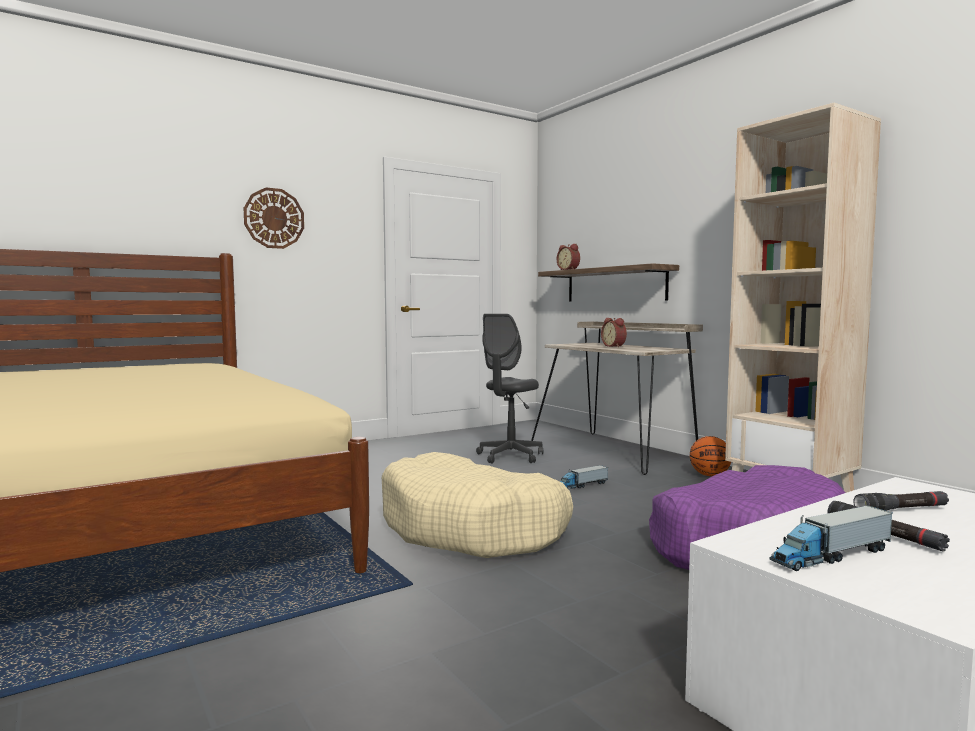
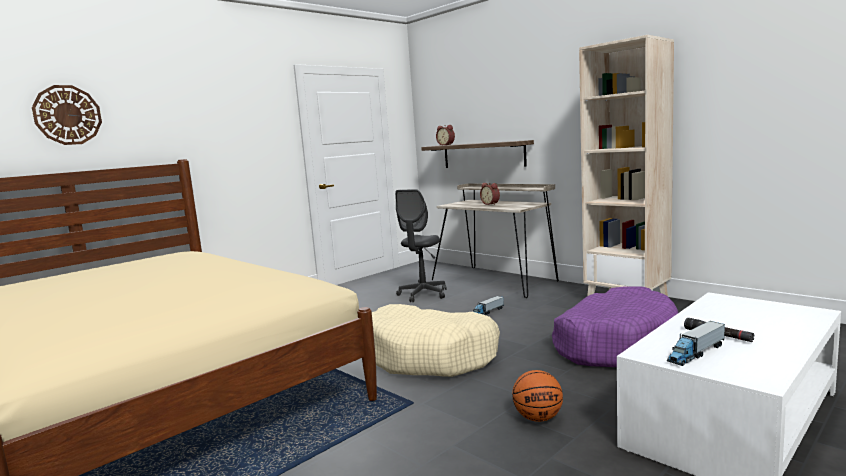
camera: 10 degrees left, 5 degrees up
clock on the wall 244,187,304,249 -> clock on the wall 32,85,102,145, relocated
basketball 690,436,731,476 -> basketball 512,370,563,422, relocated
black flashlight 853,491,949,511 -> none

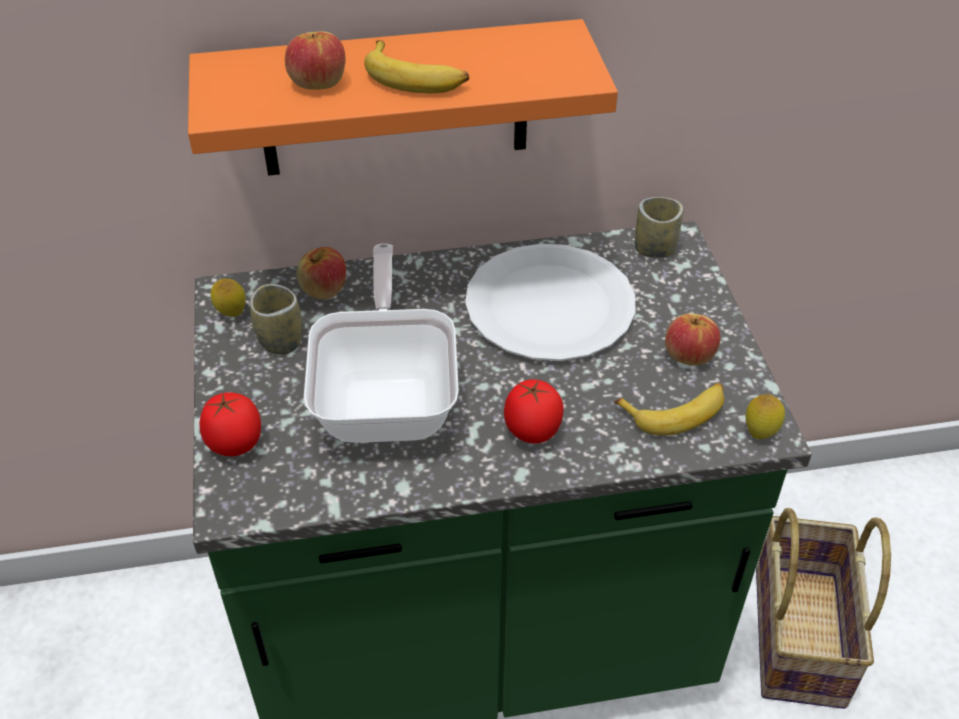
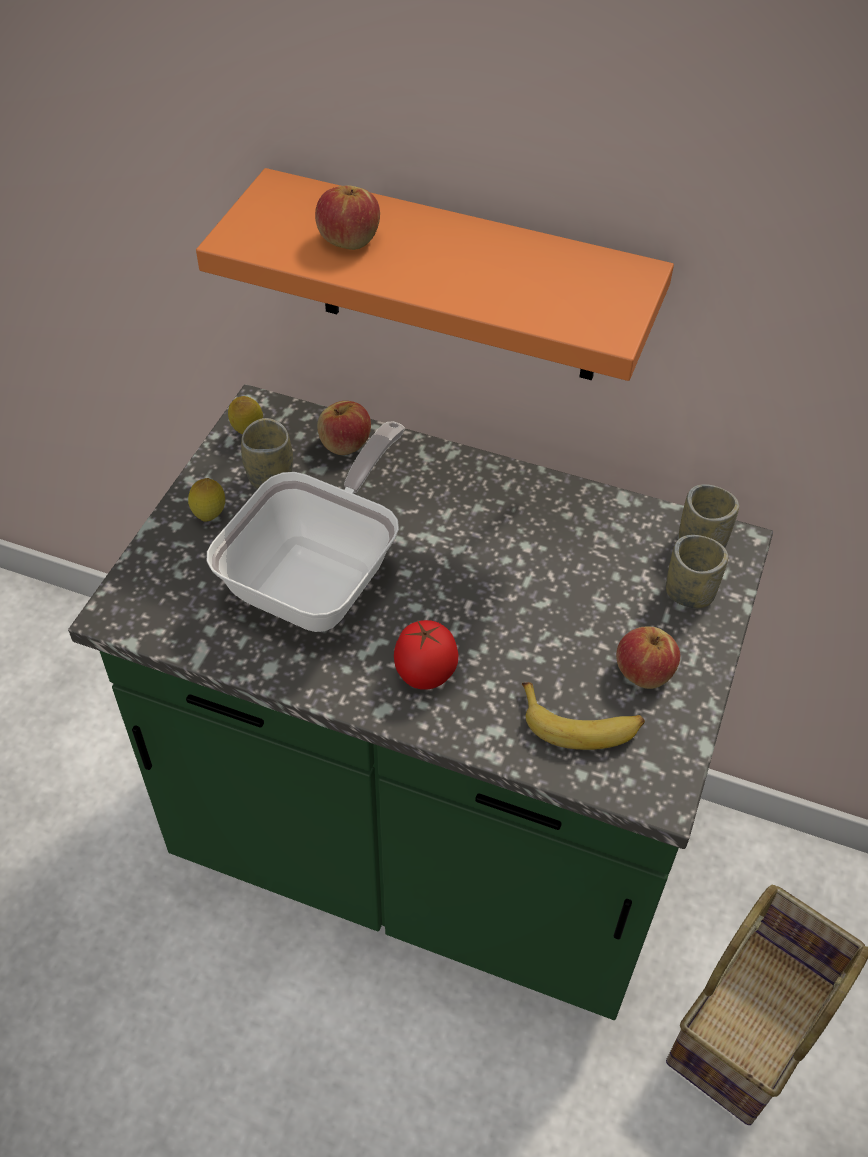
camera: 30 degrees right, 5 degrees up
whole lemon 746,394,785,439 -> whole lemon 188,478,225,522, relocated
none -> cup 666,535,728,608
whole tomato 199,392,261,456 -> none
banana fruit 364,40,469,93 -> none
whitish plate 465,244,635,361 -> none

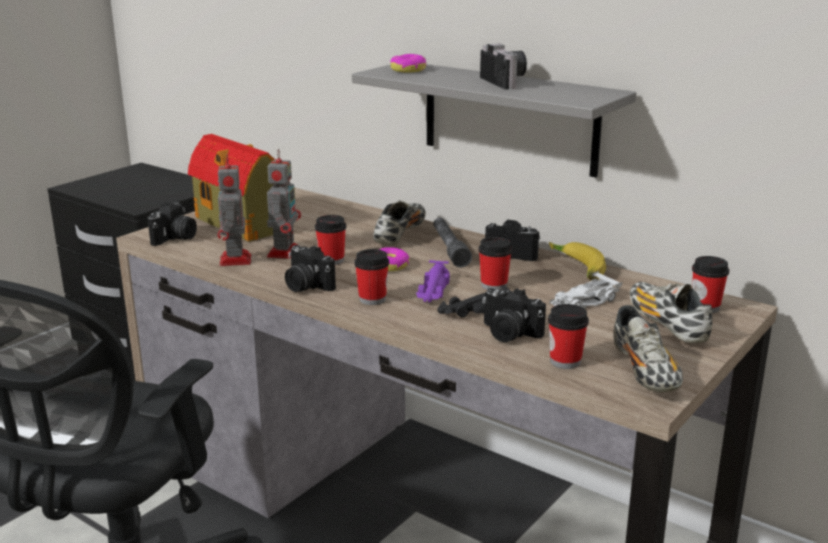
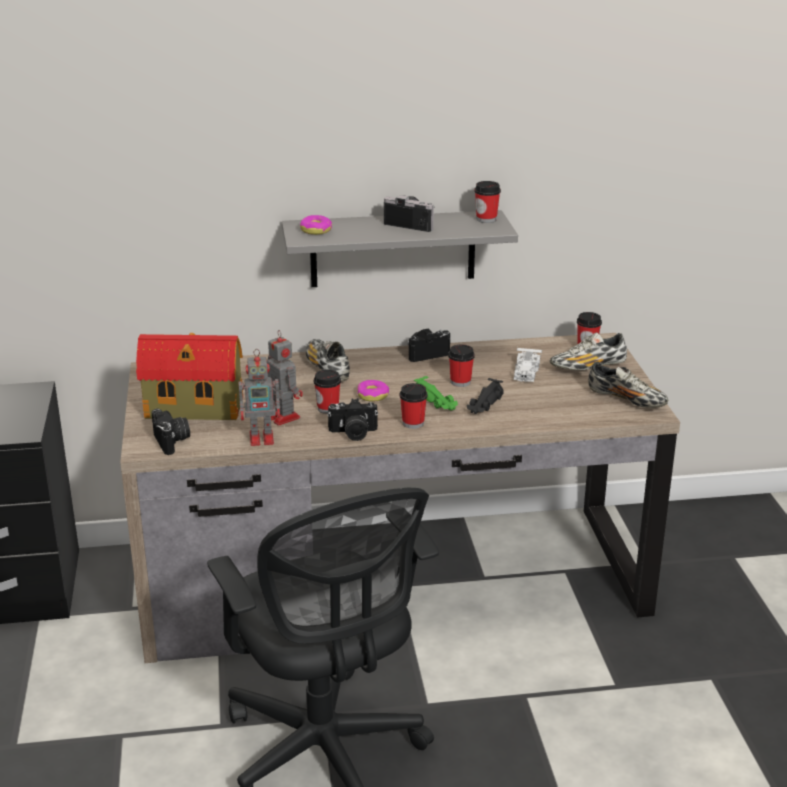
camera: 45 degrees left, 5 degrees up
toy robot 218,155,251,266 -> toy robot 238,349,283,446, 45 degrees counterclockwise
purple-coloured toy car 416,260,450,302 -> green-coloured toy car 414,376,458,410
cup 548,304,589,369 -> cup 474,181,501,223, relocated
item of footwear 630,282,712,343 -> item of footwear 550,333,627,370, 45 degrees counterclockwise
grey flashlight 434,218,472,267 -> none
photo camera 482,288,546,342 -> none
banana fruit 549,242,606,280 -> none

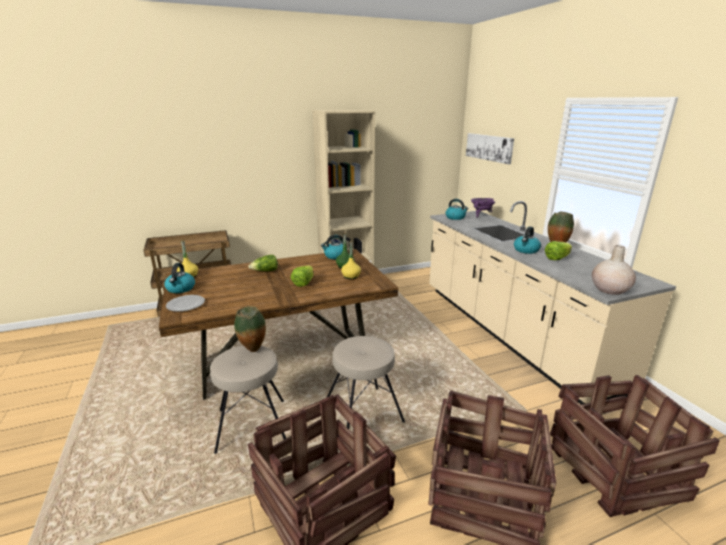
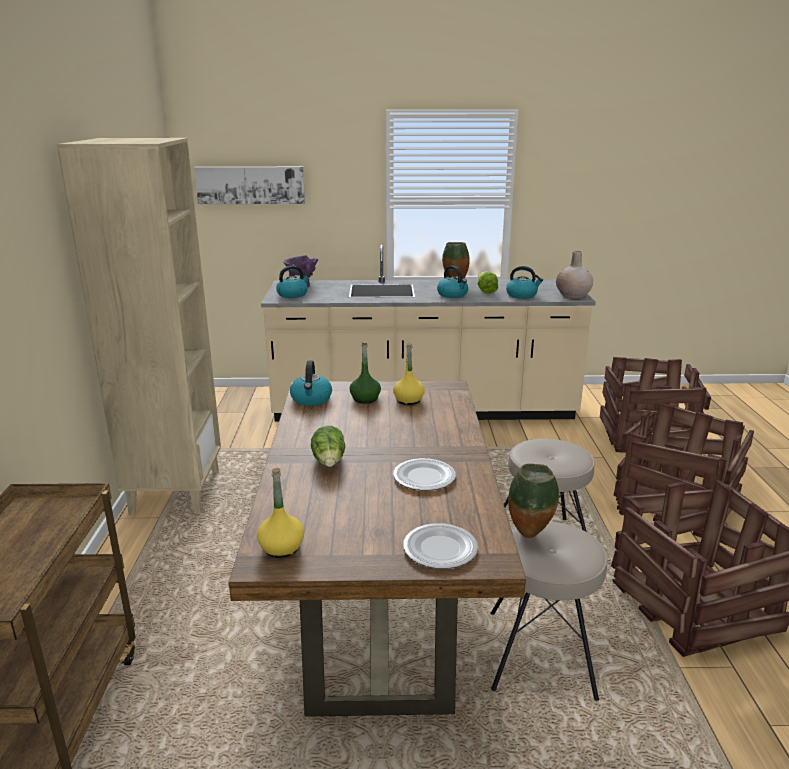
camera: 70 degrees left, 0 degrees up
none -> plate 393,458,456,491
water kettle 164,263,195,293 -> water kettle 506,266,543,299, relocated
head of lettuce 291,265,313,287 -> none

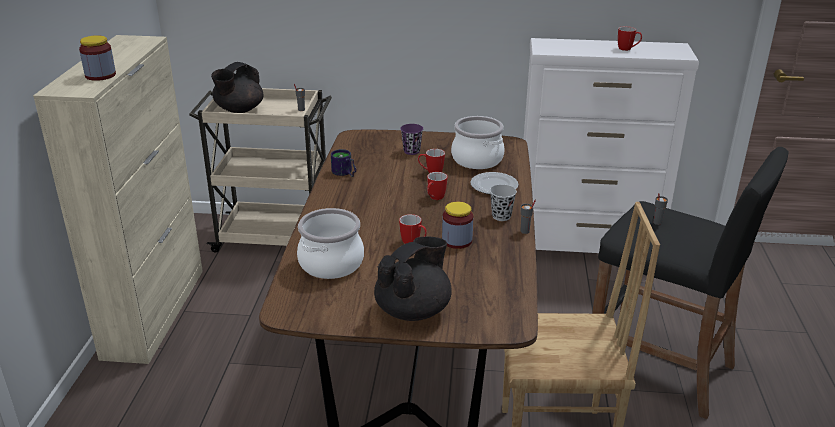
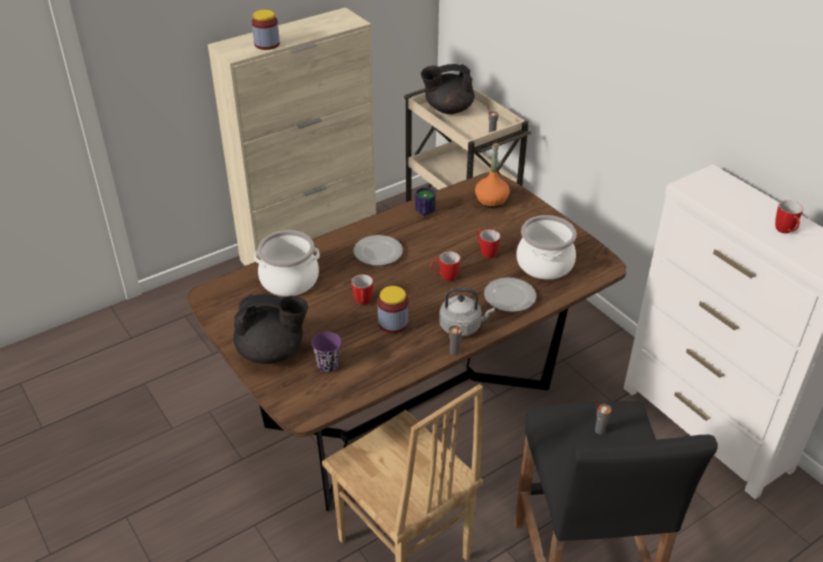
camera: 50 degrees right, 10 degrees up
purple-coloured cup 400,124,423,155 -> purple-coloured cup 312,332,341,373, relocated
none -> plate 353,235,403,266
black cup 490,185,517,221 -> grey water kettle 439,288,495,337
none -> orange-coloured beverage bottle 475,143,510,208

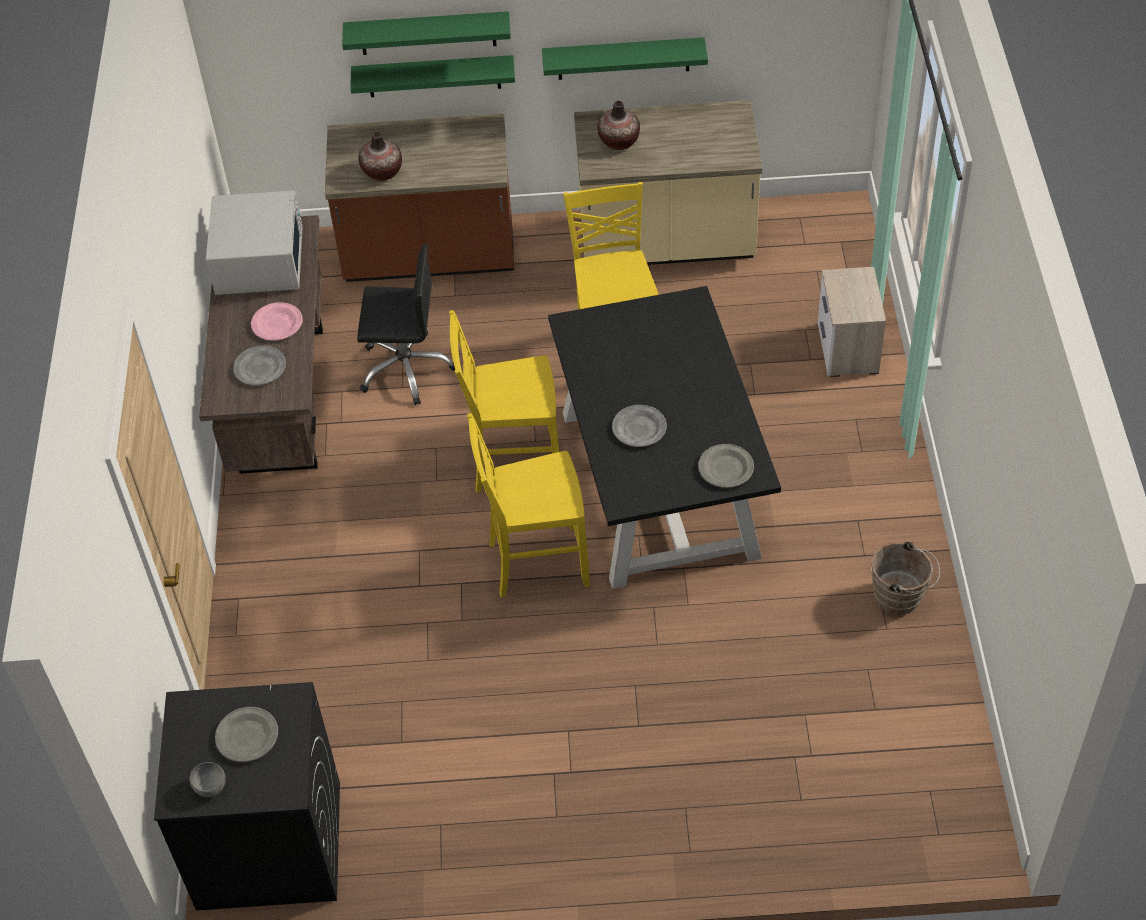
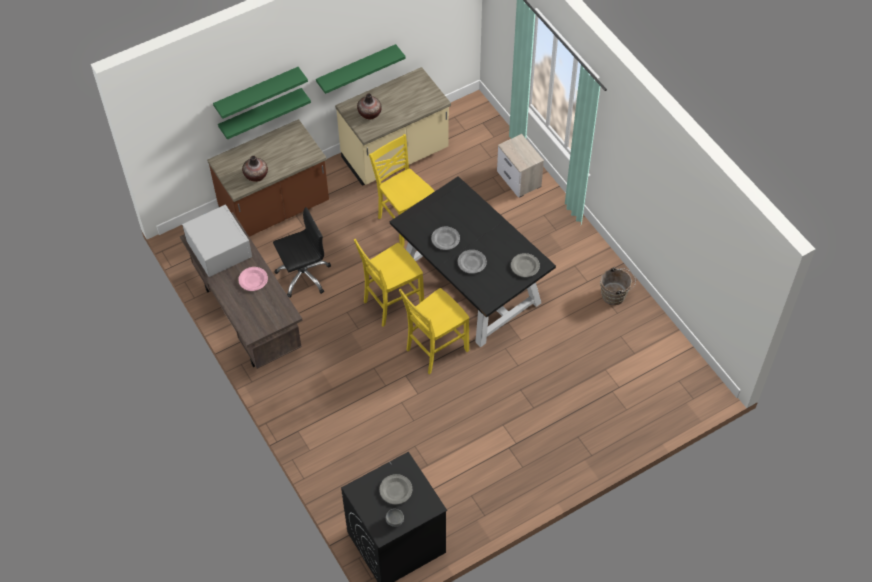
camera: 30 degrees left, 5 degrees up
grey plate 233,346,286,385 -> grey plate 431,227,460,250, relocated

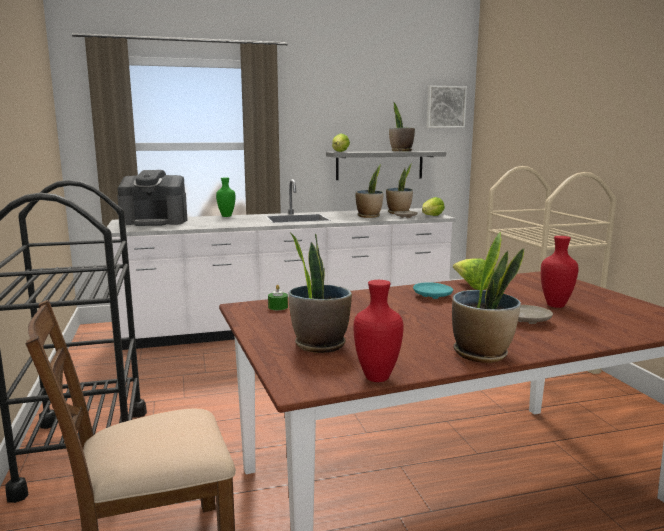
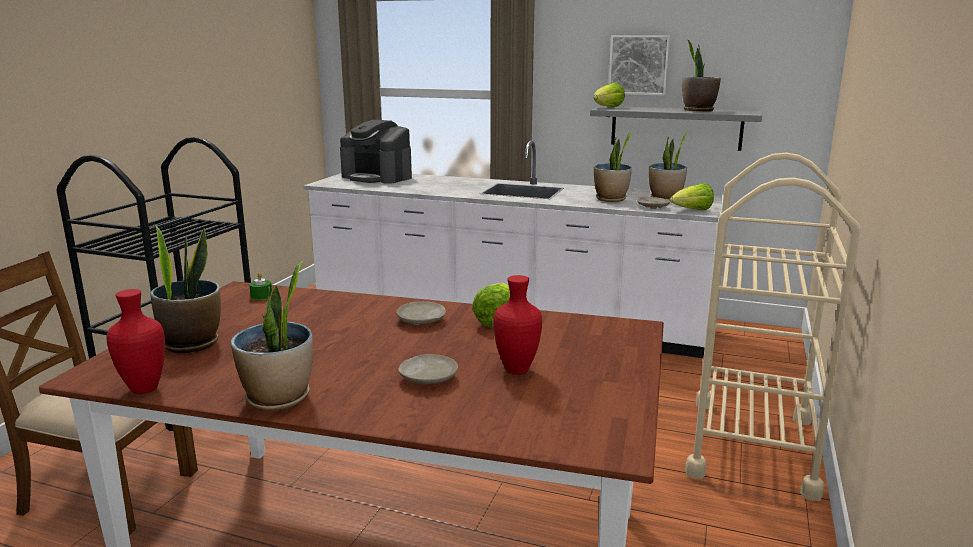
camera: 35 degrees right, 5 degrees up
turquoise-coloured plate 413,282,453,299 -> sand-coloured plate 396,301,446,325
picture 427,85,467,128 -> picture 609,35,670,96, relocated
green-coloured decorative vase 216,177,236,217 -> none

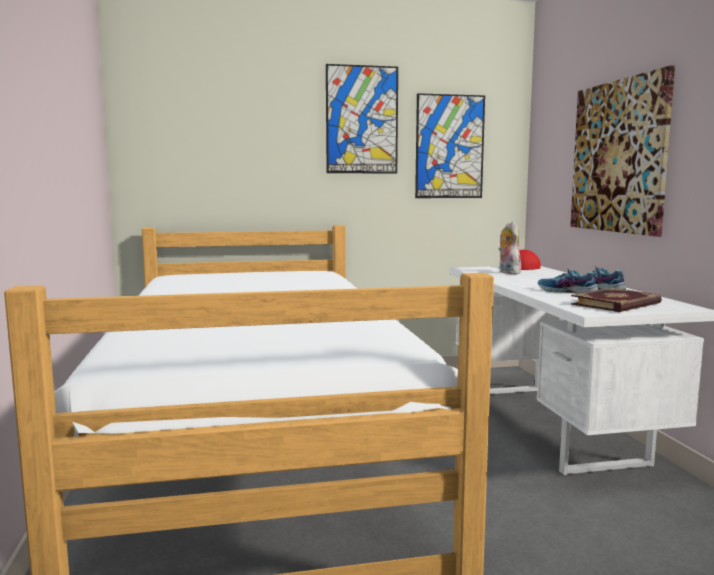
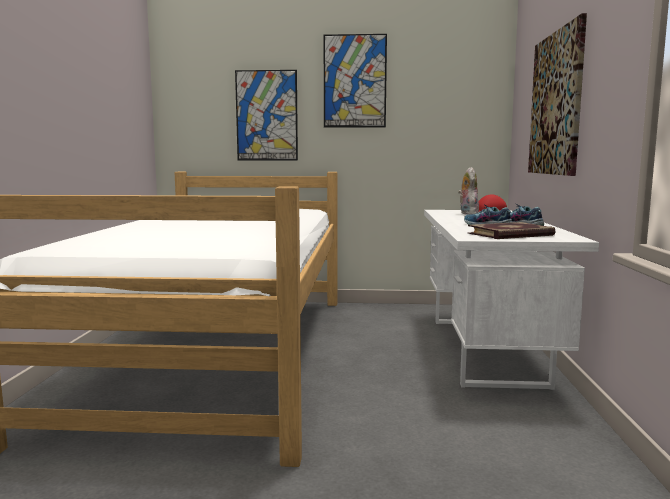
camera: 15 degrees right, 0 degrees up
picture 415,93,485,198 -> picture 235,70,298,161, relocated

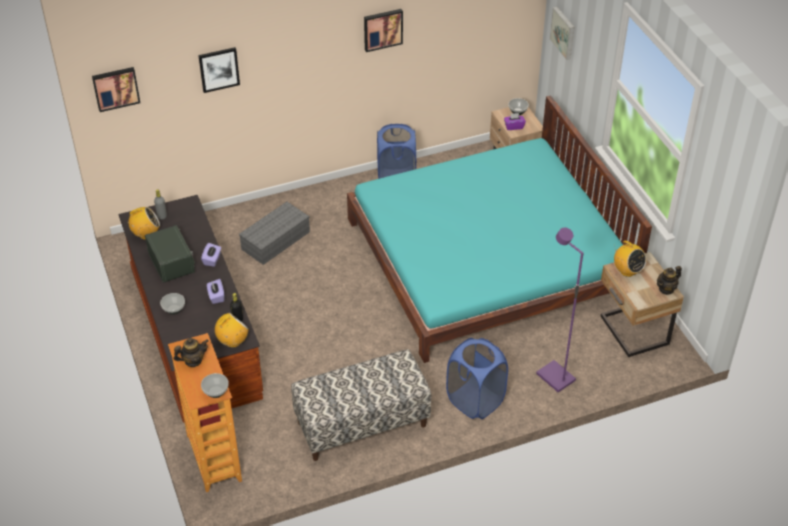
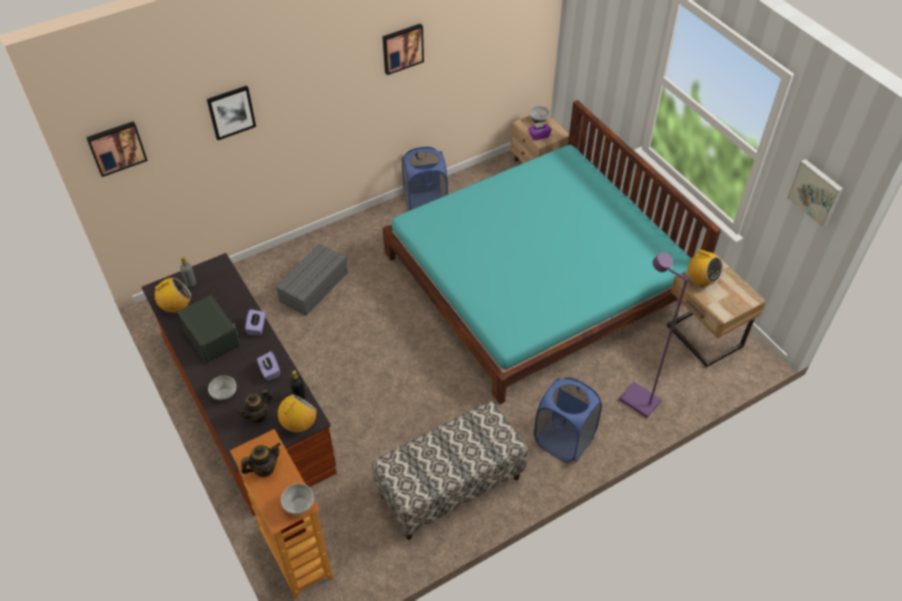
camera: 10 degrees left, 5 degrees up
teapot 657,266,682,295 -> teapot 237,389,272,423, relocated
picture 550,7,575,60 -> picture 787,159,843,227, relocated

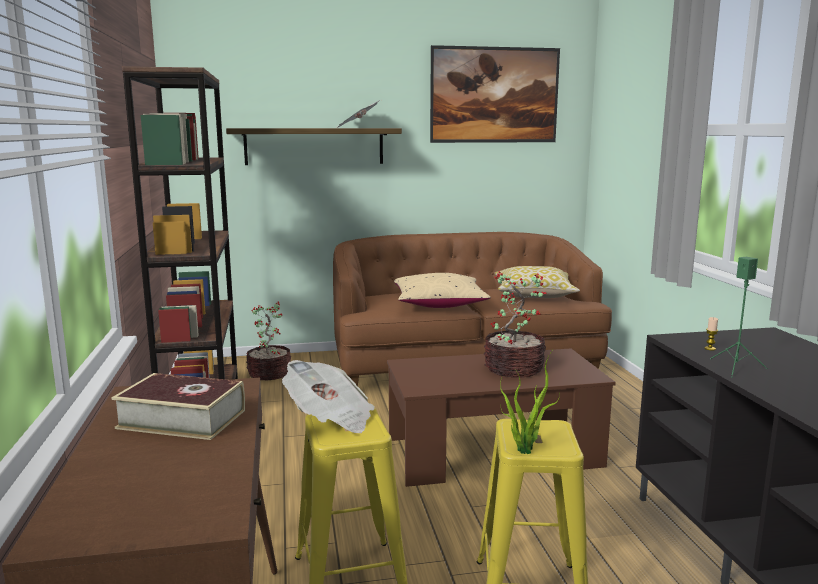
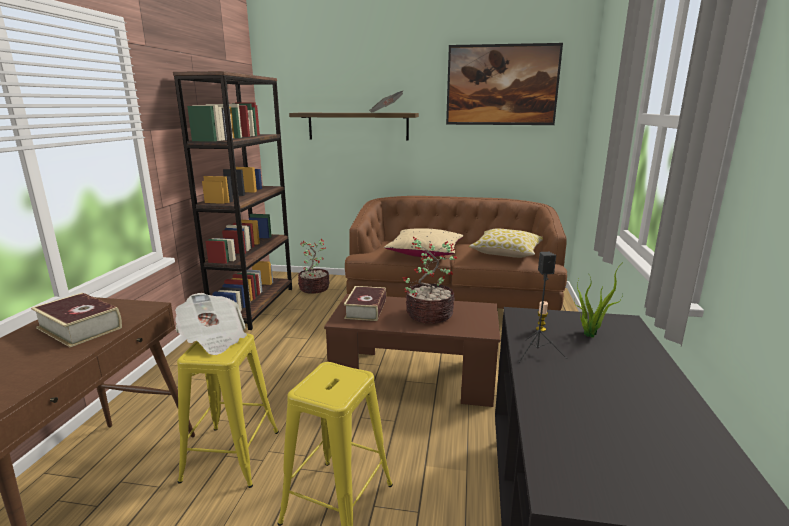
camera: 20 degrees right, 5 degrees up
none -> book 344,286,386,321
green-coloured loudspeaker 710,257,767,377 -> black loudspeaker 519,252,567,363
houseplant 500,350,560,454 -> houseplant 574,267,623,337, relocated

